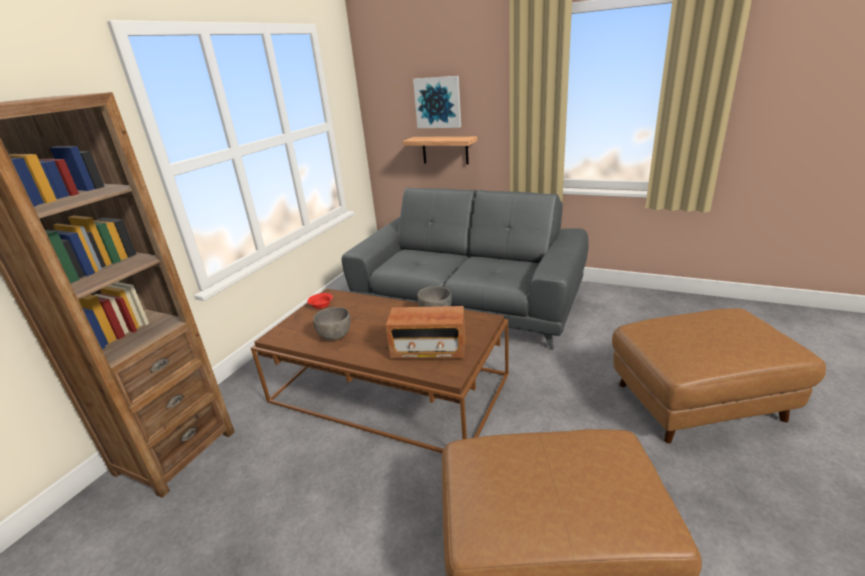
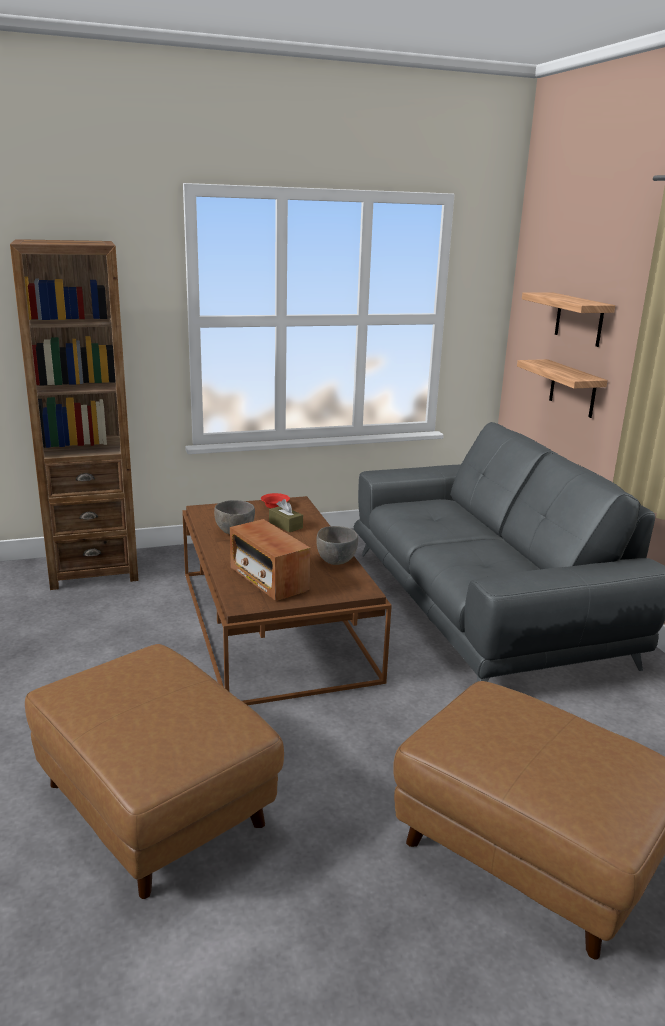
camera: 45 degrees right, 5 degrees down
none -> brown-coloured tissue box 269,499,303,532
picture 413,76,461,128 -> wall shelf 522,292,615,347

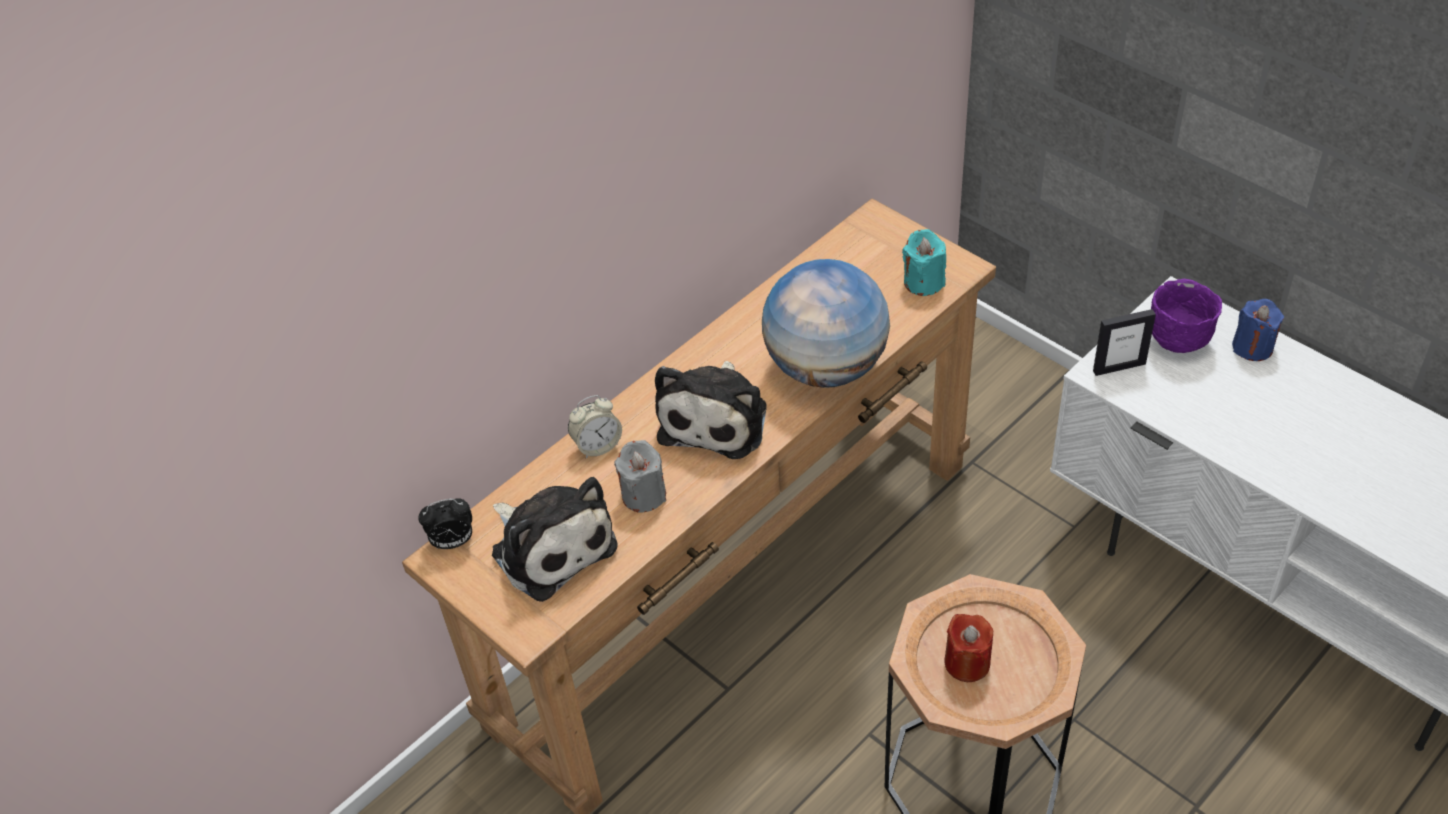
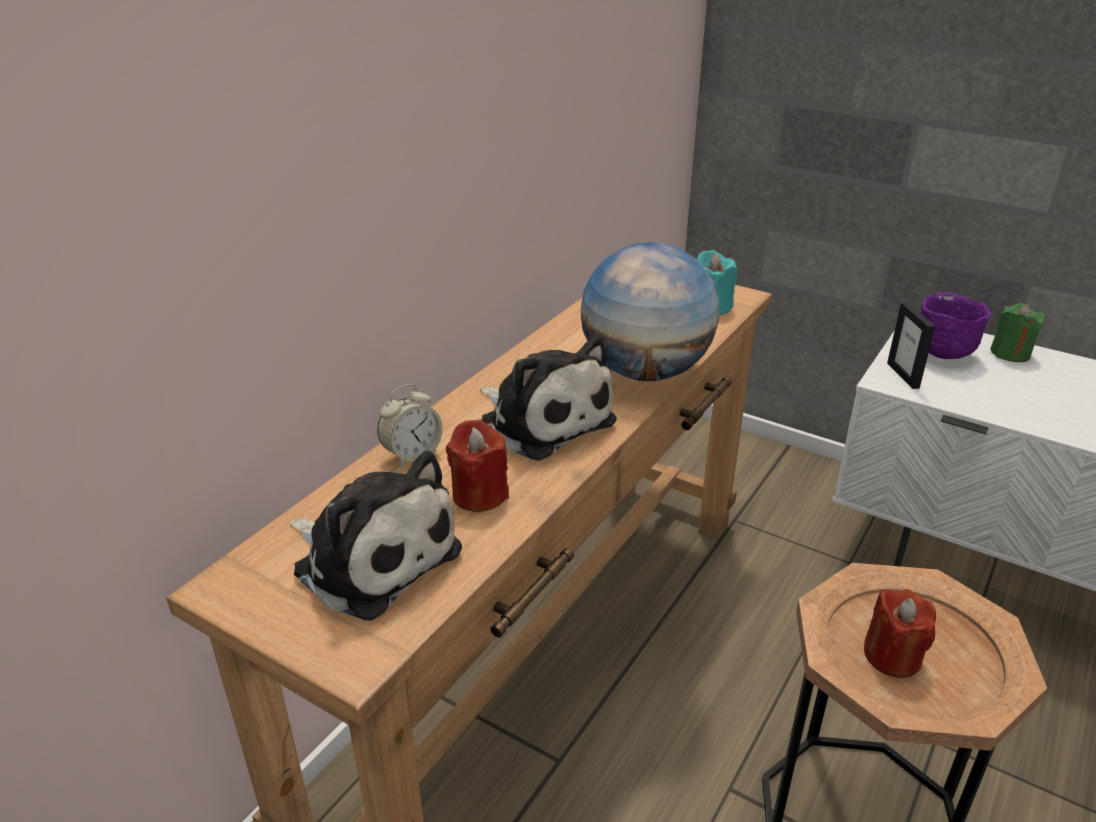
camera: 15 degrees left, 15 degrees down
grey wax candle 614,440,666,512 -> red-coloured wax candle 446,419,509,512
cuddly toy 655,361,767,459 -> cuddly toy 480,336,617,461, 45 degrees counterclockwise
photo frame 1093,309,1156,376 -> photo frame 887,302,935,389, 105 degrees clockwise
bluish wax candle 1232,299,1284,361 -> green-coloured wax candle 990,303,1045,362
bedside clock 418,498,472,549 -> none

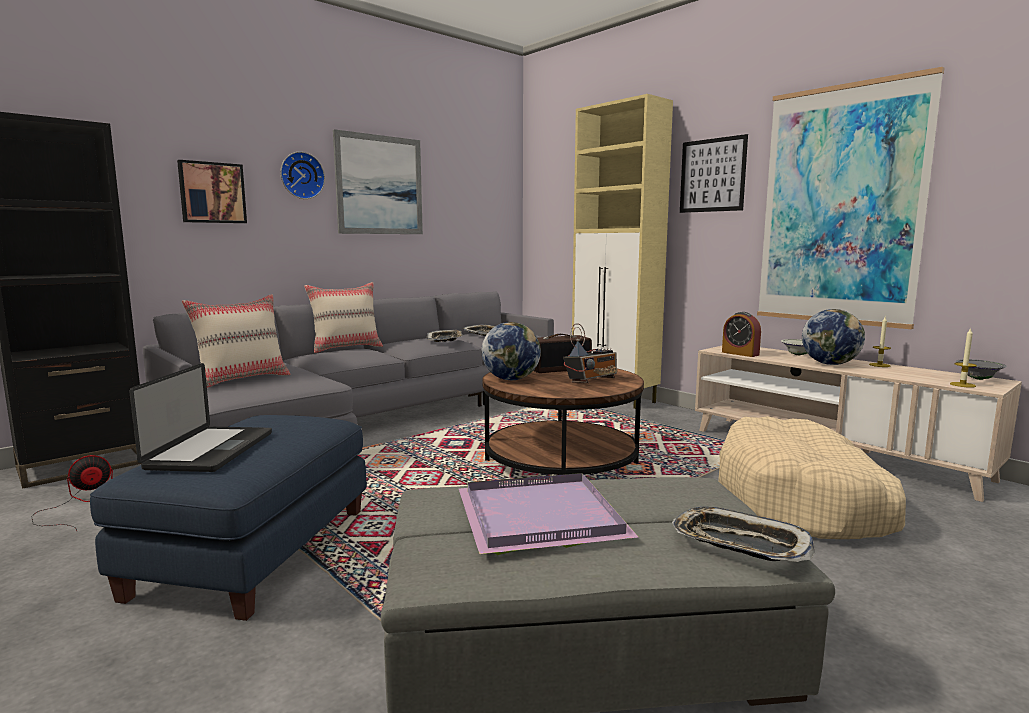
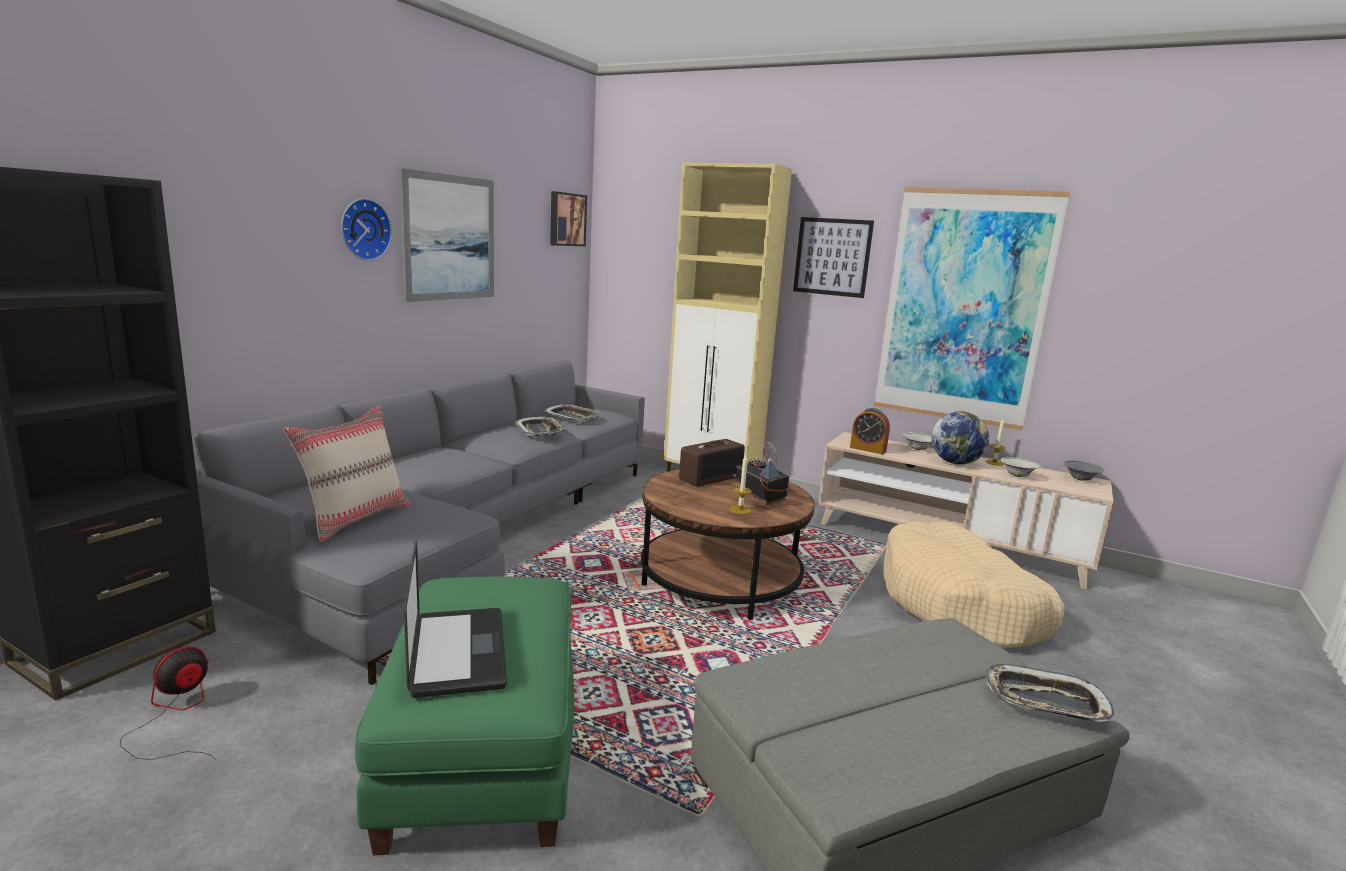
camera: 20 degrees left, 5 degrees up
bluish ottoman 90,415,367,621 -> green-coloured ottoman 355,577,574,855
picture 177,160,247,223 -> picture 550,191,587,246, relocated
wax candle 950,328,977,388 -> wax candle 730,455,752,514, relocated
radio receiver 563,323,617,383 -> radio receiver 737,442,789,505, 60 degrees counterclockwise
none -> whitish bowl 1001,457,1041,477
sand-coloured throw pillow 304,282,383,353 -> none
purple-coloured carrying tray 459,473,639,555 -> none
globe 482,322,541,380 -> none

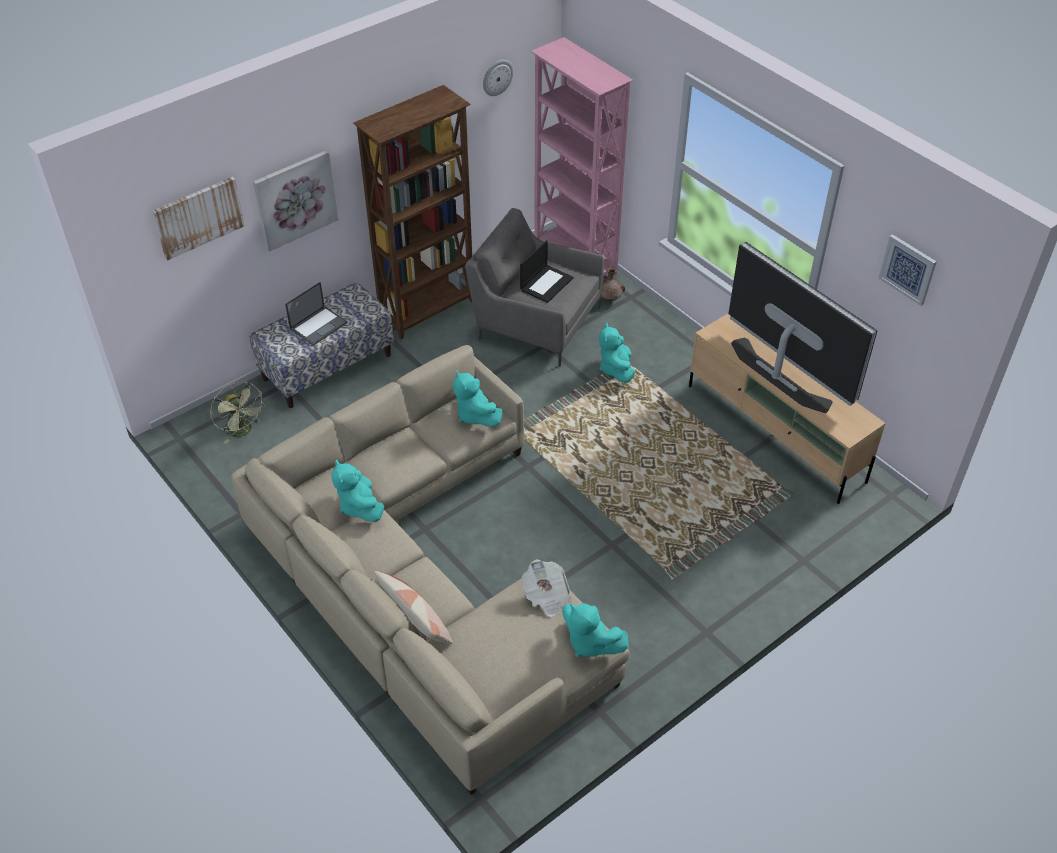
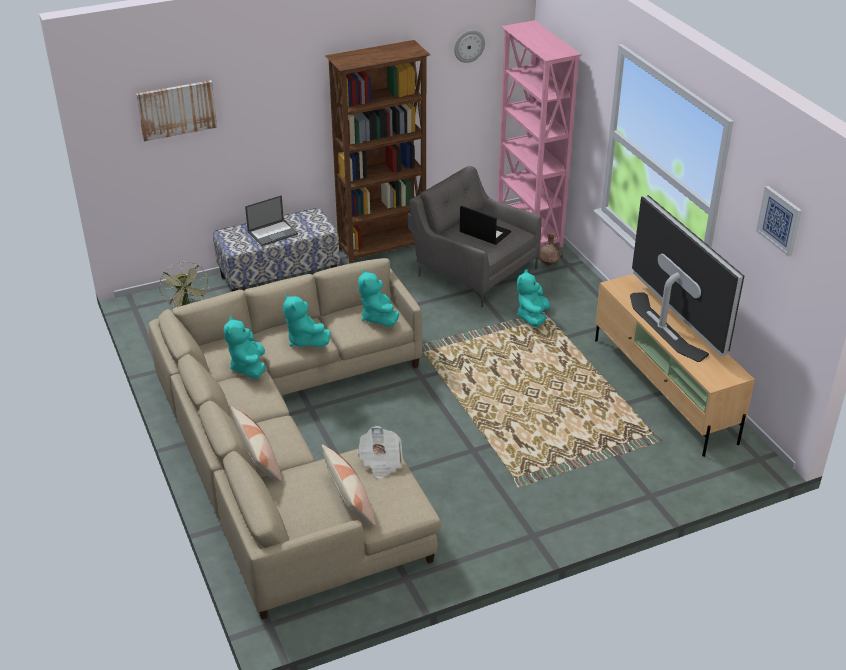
camera: 15 degrees right, 10 degrees down
turquoise-coloured cuddly toy 562,603,629,658 -> turquoise-coloured cuddly toy 283,294,331,347, relocated
none -> throw pillow 322,444,376,526
portable computer 520,240,574,303 -> portable computer 460,206,511,245, 105 degrees counterclockwise
picture 253,150,338,252 -> none

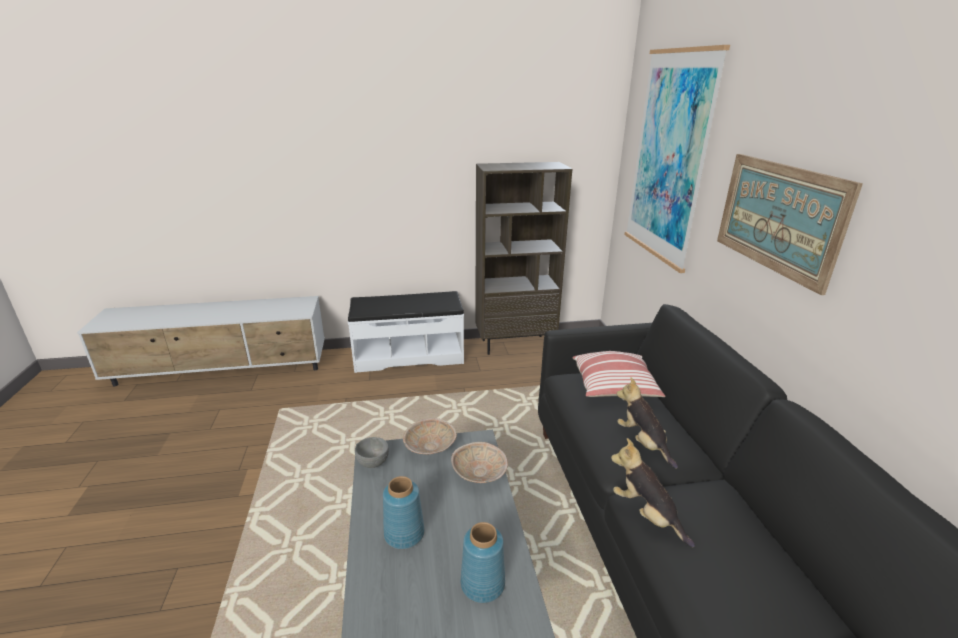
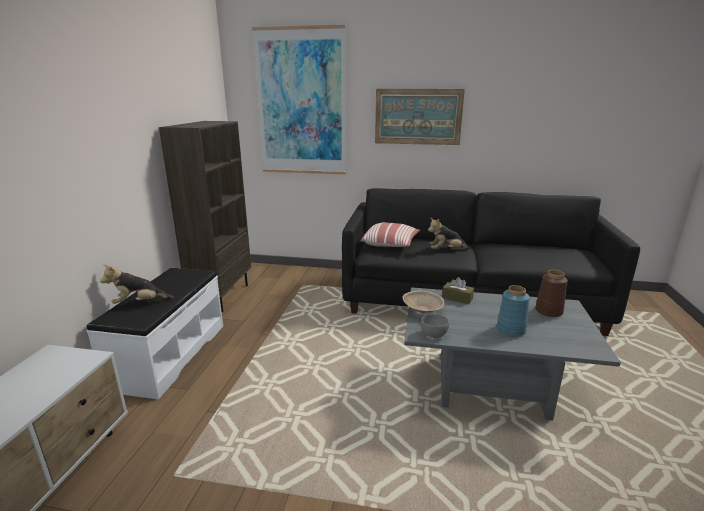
camera: 70 degrees left, 5 degrees down
cuddly toy 611,438,695,548 -> cuddly toy 100,264,174,304, relocated
sand-coloured bowl 451,442,508,483 -> brown-coloured tissue box 442,277,474,304
bluish decorative vase 460,522,505,603 -> brown-coloured decorative vase 535,270,568,317

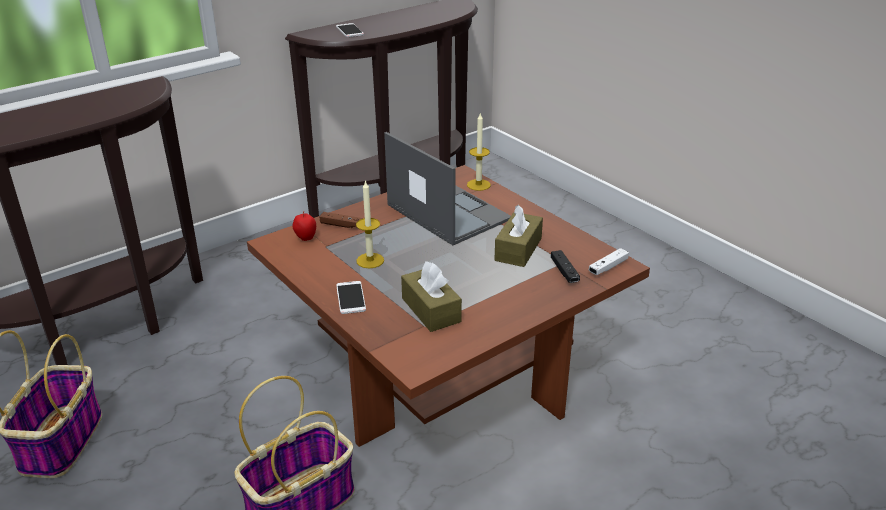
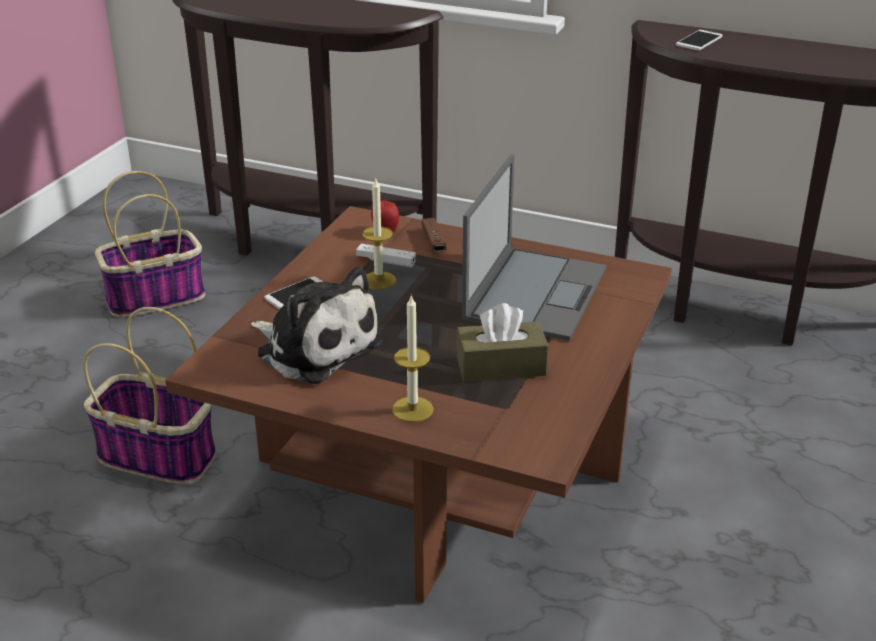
camera: 60 degrees right, 0 degrees up
brown-coloured tissue box 401,261,462,332 -> cuddly toy 251,266,382,384
whitish gamepad 589,248,629,275 -> whitish gamepad 356,244,416,267, relocated
wax candle 467,114,491,191 -> wax candle 392,294,434,422, relocated
black gamepad 551,250,580,283 -> none

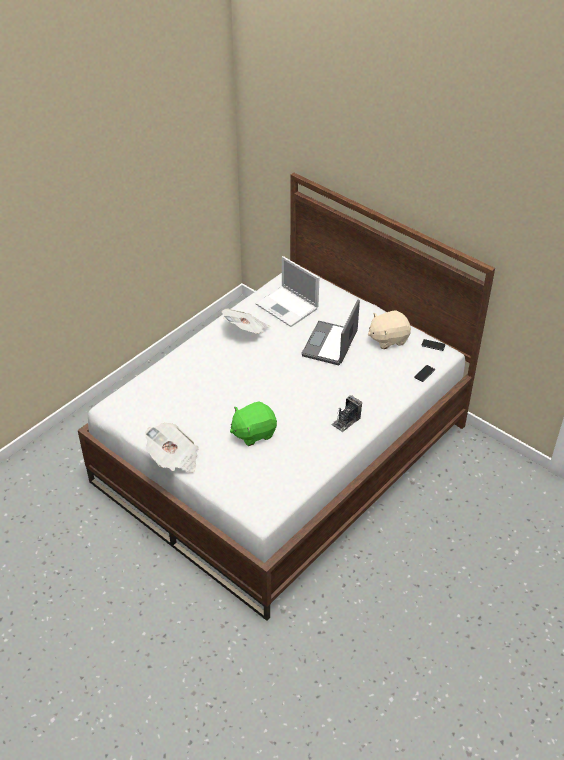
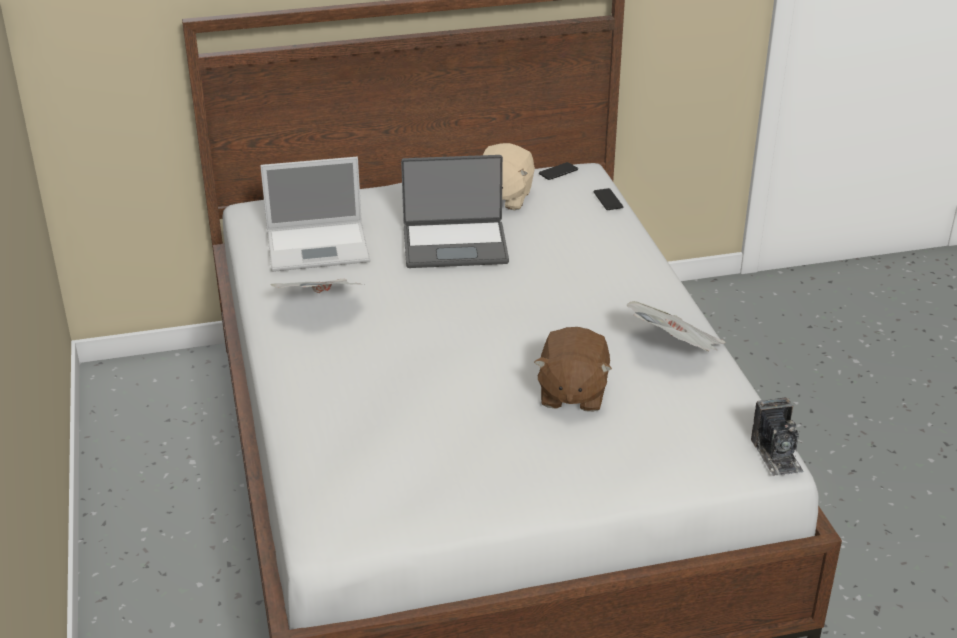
camera: 55 degrees left, 10 degrees down
portable computer 301,300,360,365 -> portable computer 401,155,509,268, 60 degrees counterclockwise
green-coloured cuddly toy 230,401,277,446 -> brown-coloured cuddly toy 534,327,612,412
printed paper 145,423,199,473 -> printed paper 627,301,725,351, relocated
photo camera 331,395,362,432 -> photo camera 751,397,804,476, relocated

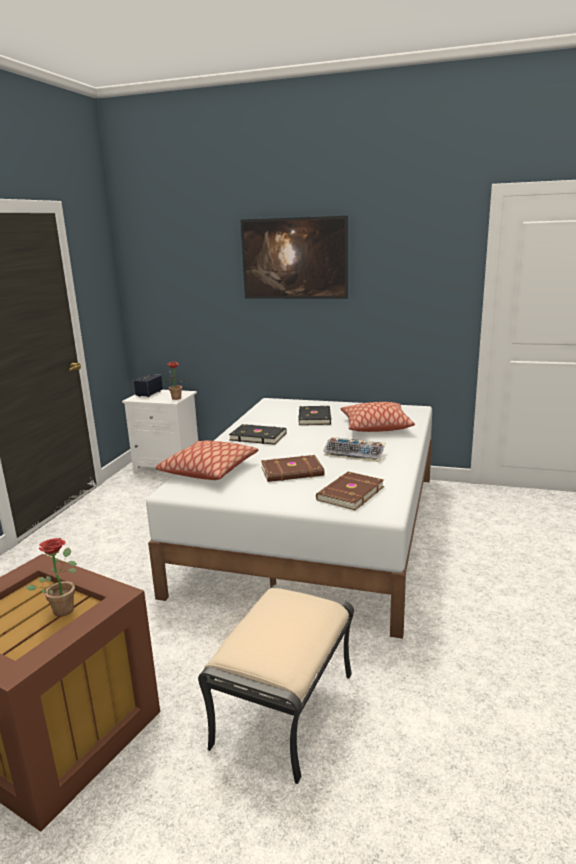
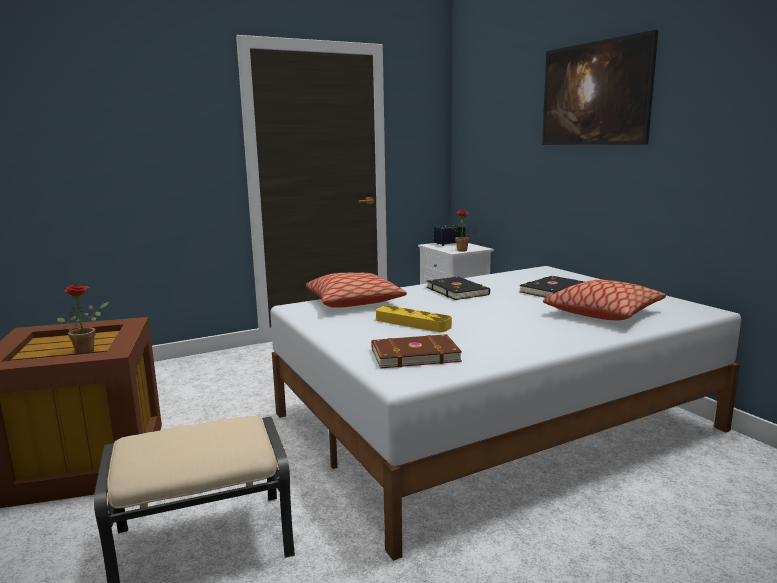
camera: 45 degrees right, 5 degrees down
brown-coloured book 261,455,325,482 -> yellow-coloured carrying tray 376,306,452,332
keyboard 323,437,386,462 -> none

